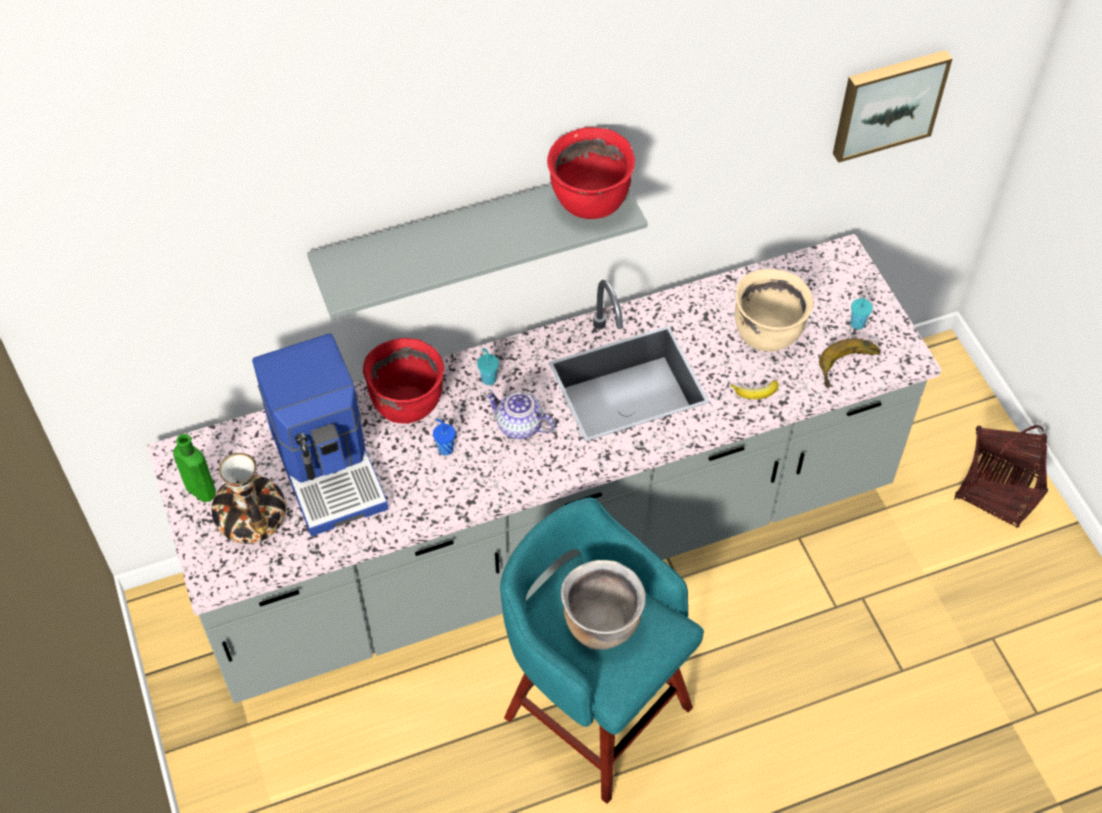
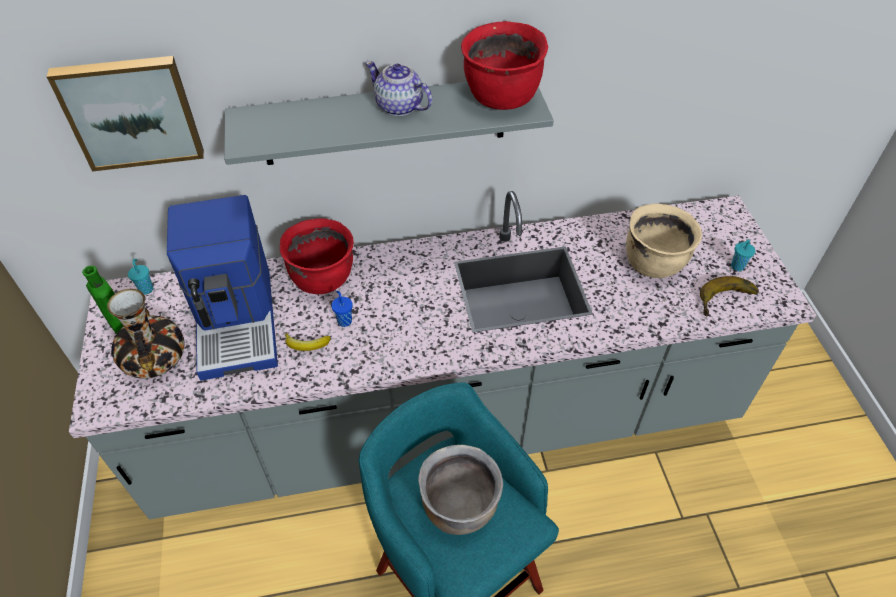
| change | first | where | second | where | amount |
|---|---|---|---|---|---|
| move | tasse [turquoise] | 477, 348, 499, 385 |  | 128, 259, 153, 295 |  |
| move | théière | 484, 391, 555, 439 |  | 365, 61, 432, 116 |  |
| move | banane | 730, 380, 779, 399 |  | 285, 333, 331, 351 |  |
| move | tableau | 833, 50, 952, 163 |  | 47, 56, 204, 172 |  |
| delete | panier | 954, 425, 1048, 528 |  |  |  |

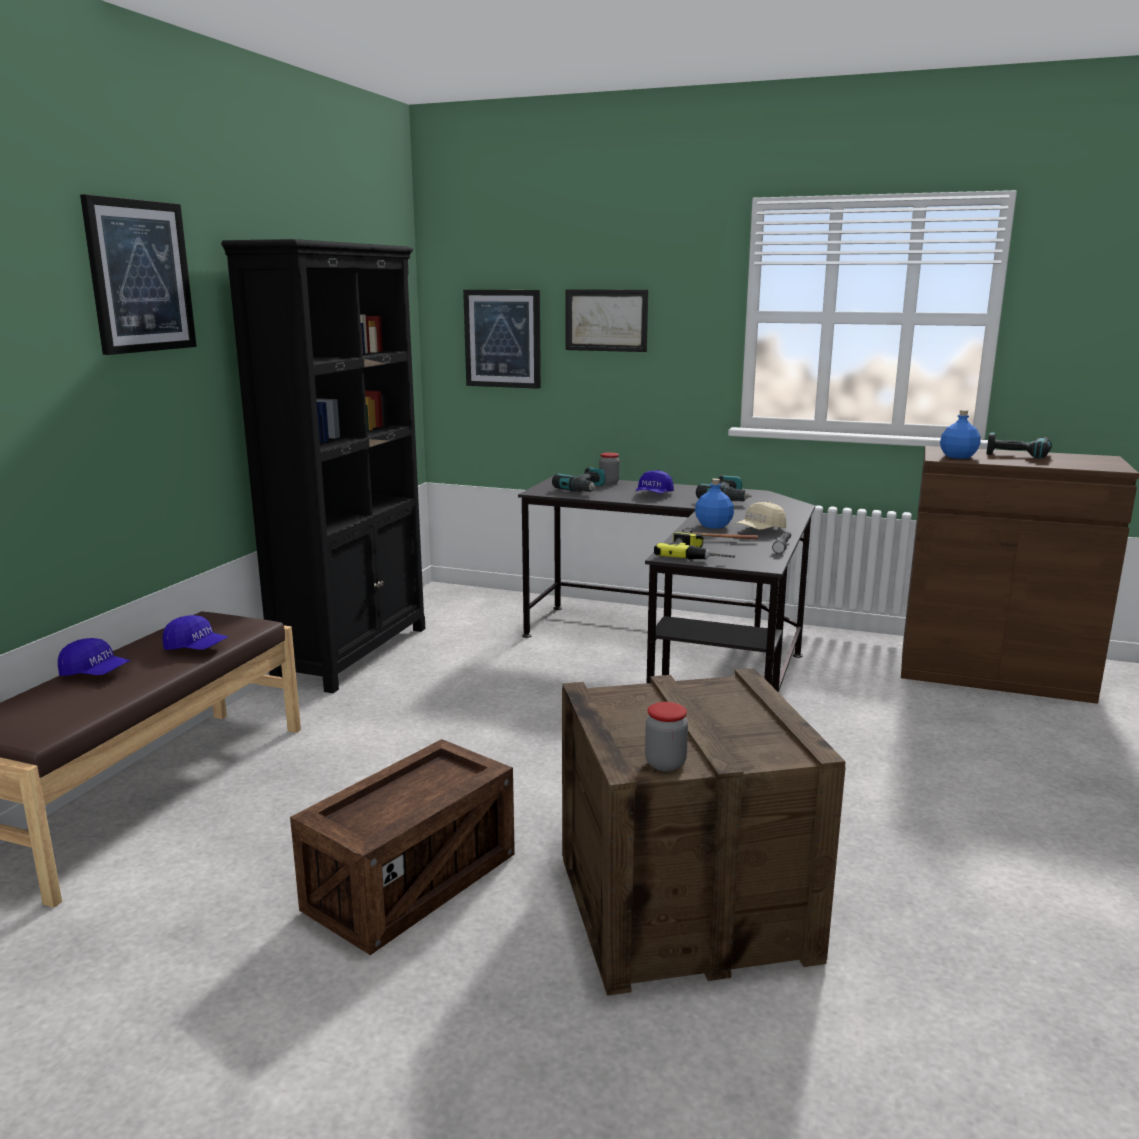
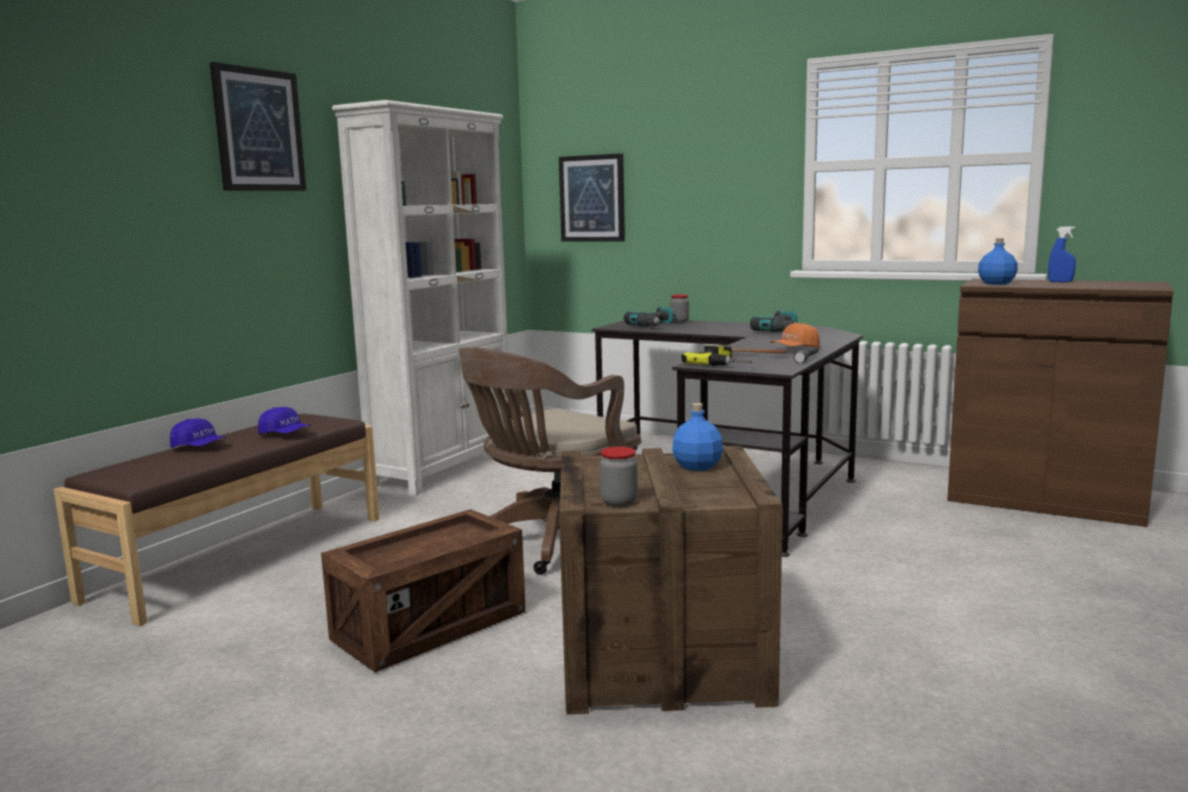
| change | first | where | second | where | amount |
|---|---|---|---|---|---|
| recolor | bibliothèque [noir] | 221, 239, 425, 693 | bibliothèque [blanc] | 332, 100, 508, 496 |  |
| delete | tableau | 566, 289, 648, 352 |  |  |  |
| delete | casquette [bleu] | 635, 470, 674, 493 |  |  |  |
| move | bouteille [bleu] | 695, 478, 734, 529 |  | 672, 403, 723, 471 |  |
| recolor | casquette [beige] | 735, 502, 786, 530 | casquette [orange] | 770, 323, 820, 348 |  |
| replace | perceuse | 986, 432, 1052, 459 | vaporisateur [bleu] | 1048, 226, 1076, 282 |  |
| insert |  |  | chaise de bureau [marron] | 459, 347, 641, 575 |  |

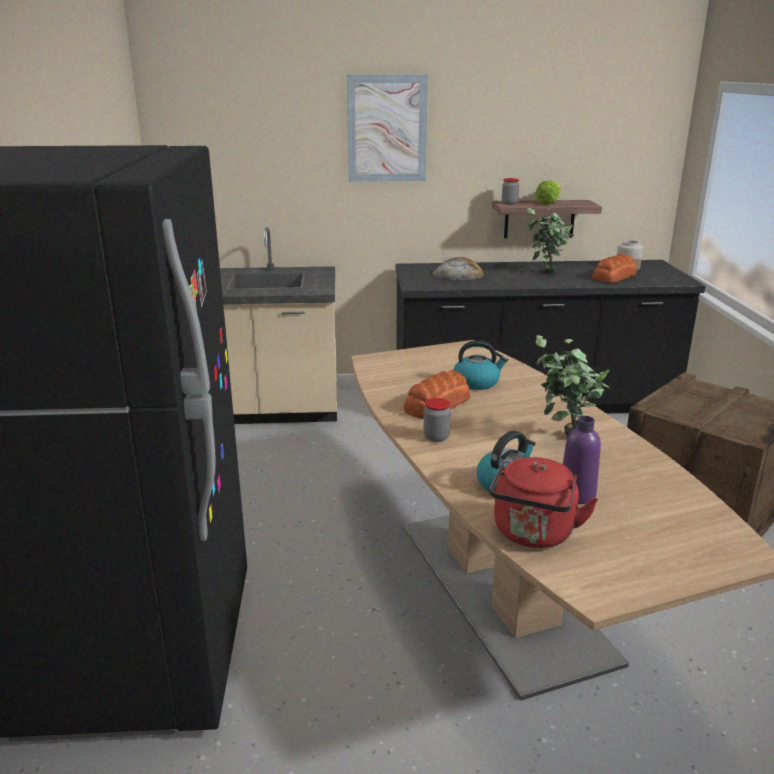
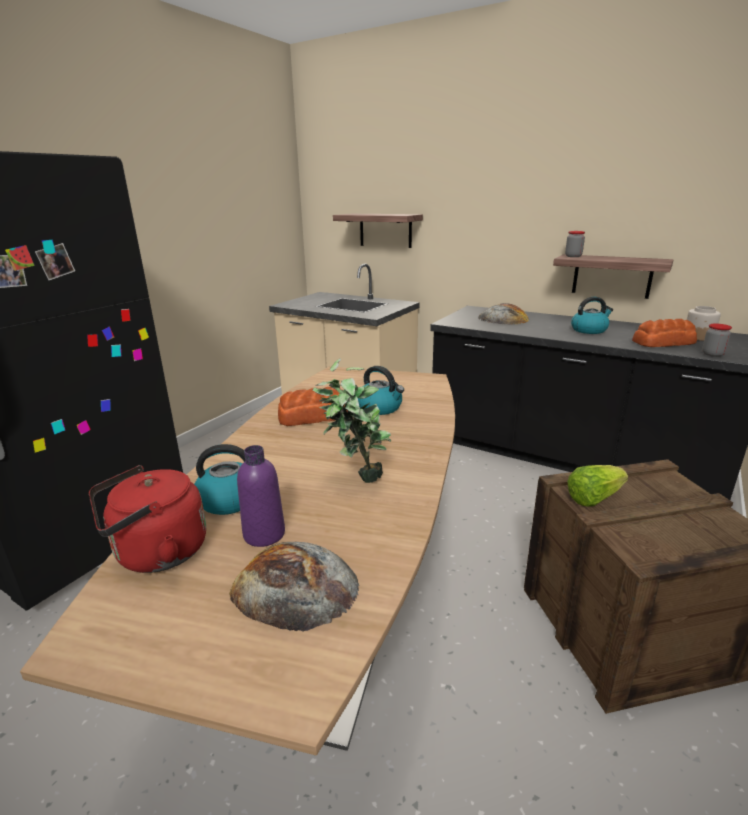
| change | first | where | second | where | amount |
|---|---|---|---|---|---|
| delete | tableau | 347, 75, 428, 182 |  |  |  |
| move | bocal | 423, 398, 451, 442 |  | 702, 324, 732, 357 |  |
| replace | plante en pot | 527, 208, 574, 274 | bouilloire | 571, 297, 613, 334 |  |
| move | laitue | 535, 181, 561, 205 |  | 567, 465, 628, 507 |  |
| insert |  |  | pain | 229, 542, 359, 632 |  |
| insert |  |  | étagère | 333, 214, 423, 248 |  |

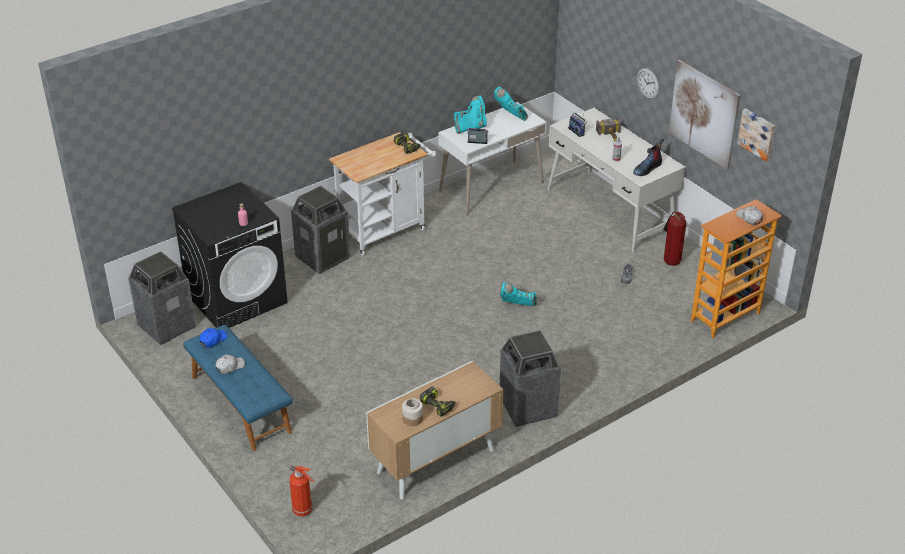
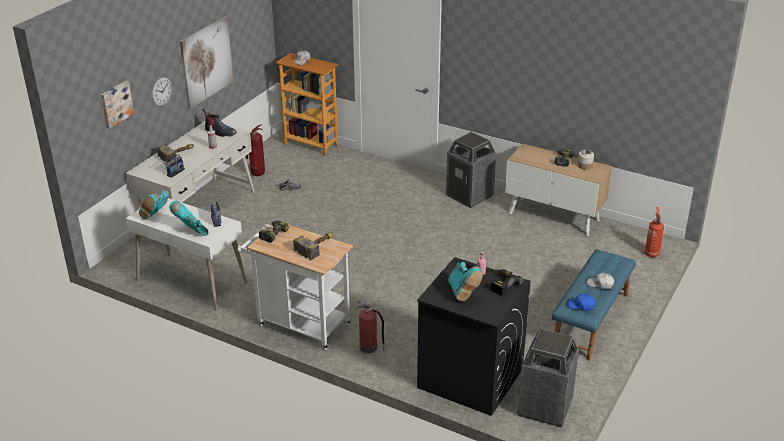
| change | first | where | second | where | amount |
|---|---|---|---|---|---|
| replace | poubelle | 291, 186, 350, 274 | extincteur | 357, 299, 386, 353 |  |
| move | botte [turquoise] | 500, 282, 537, 306 |  | 448, 262, 483, 302 |  |
| move | tableau | 737, 108, 775, 161 |  | 101, 81, 134, 128 |  |
| insert |  |  | marteau | 293, 232, 333, 260 |  |
| insert |  |  | perceuse | 490, 269, 524, 296 |  |

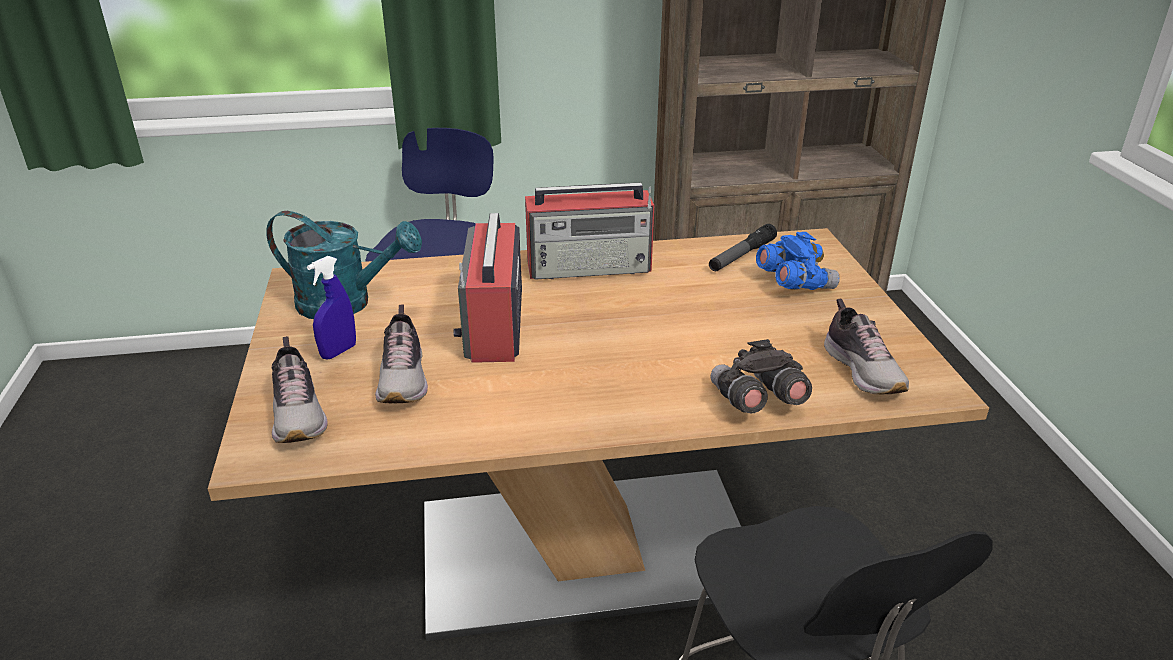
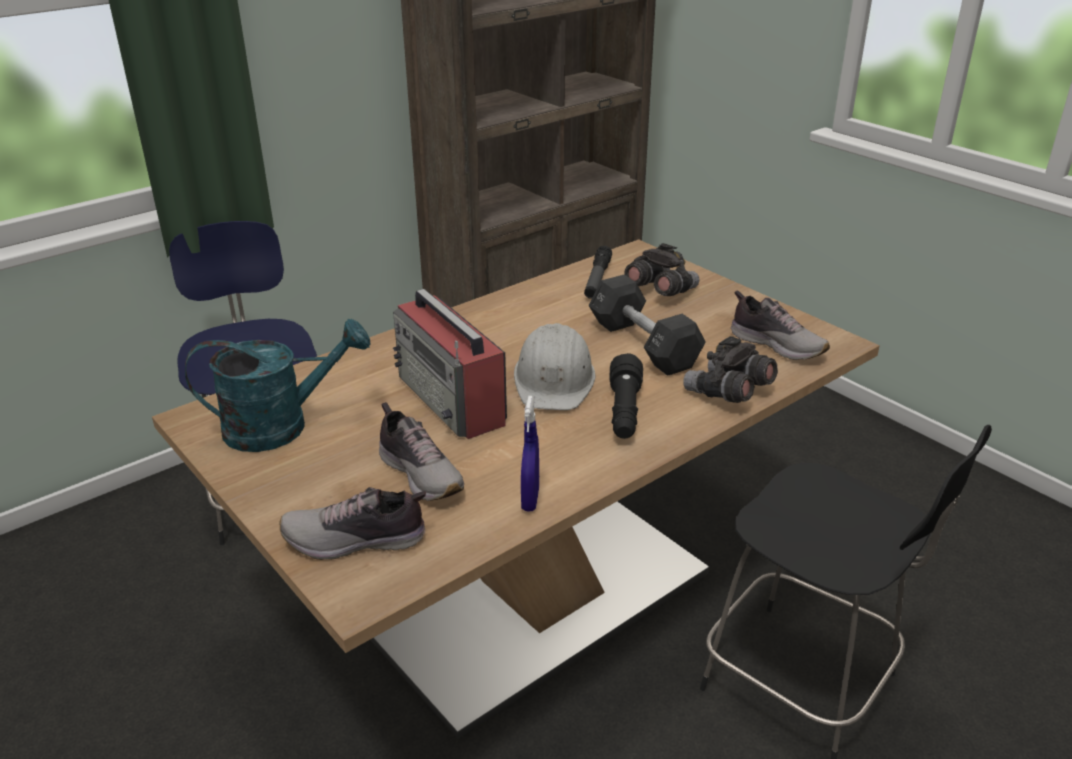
| change | first | where | second | where | amount |
|---|---|---|---|---|---|
| rotate | chaussure | 272, 336, 328, 443 |  | 280, 487, 426, 560 | 135 degrees clockwise |
| move | vaporisateur [bleu] | 307, 256, 356, 360 |  | 521, 396, 539, 512 |  |
| delete | radio | 525, 183, 654, 280 |  |  |  |
| recolor | jumelles [bleu] | 756, 232, 840, 290 | jumelles [gris] | 624, 243, 700, 296 |  |
| insert |  |  | casque de chantier [blanc] | 514, 323, 595, 410 |  |
| insert |  |  | haltère [noir] | 588, 274, 706, 376 |  |
| insert |  |  | lampe de poche [noir] | 609, 353, 643, 439 |  |

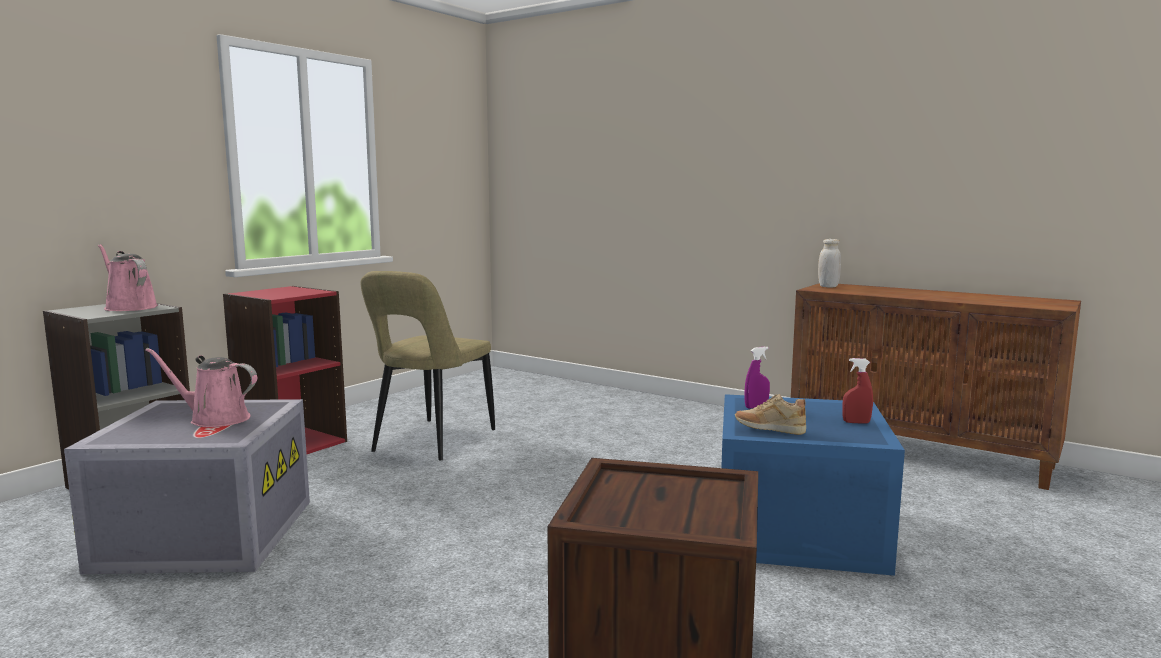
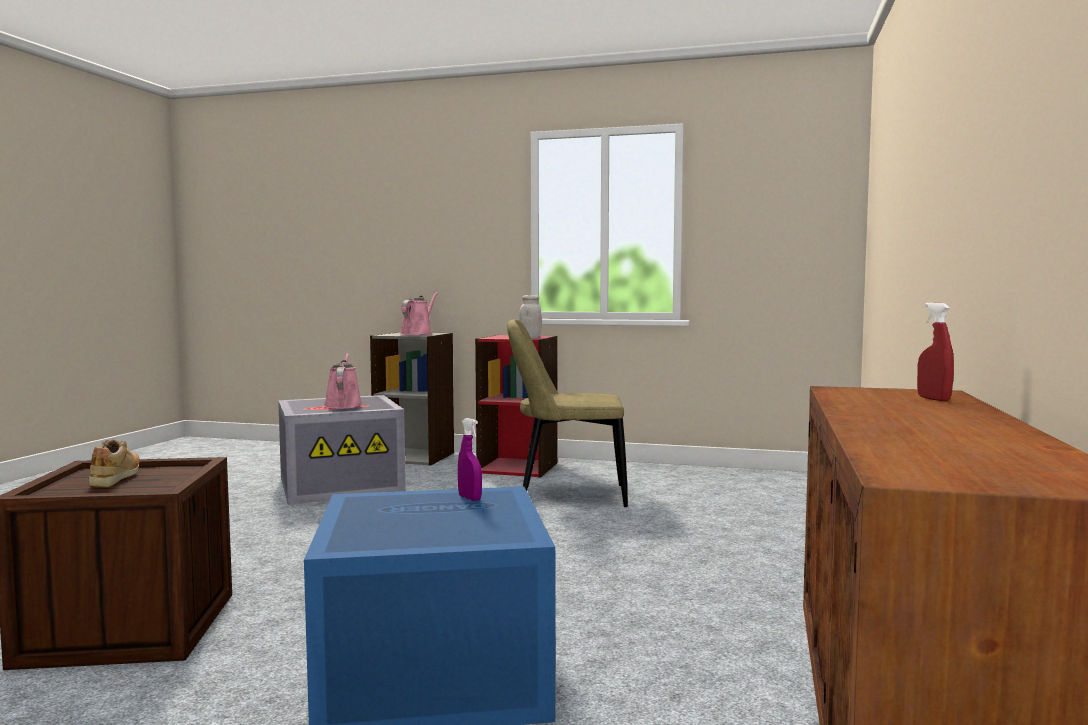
| change | first | where | second | where | amount |
|---|---|---|---|---|---|
| move | chaussure [beige] | 735, 394, 806, 435 |  | 88, 439, 140, 488 |  |
| move | bocal [blanc] | 818, 239, 841, 287 |  | 519, 295, 542, 338 |  |
| move | vaporisateur [rouge] | 843, 358, 873, 424 |  | 917, 302, 954, 401 |  |

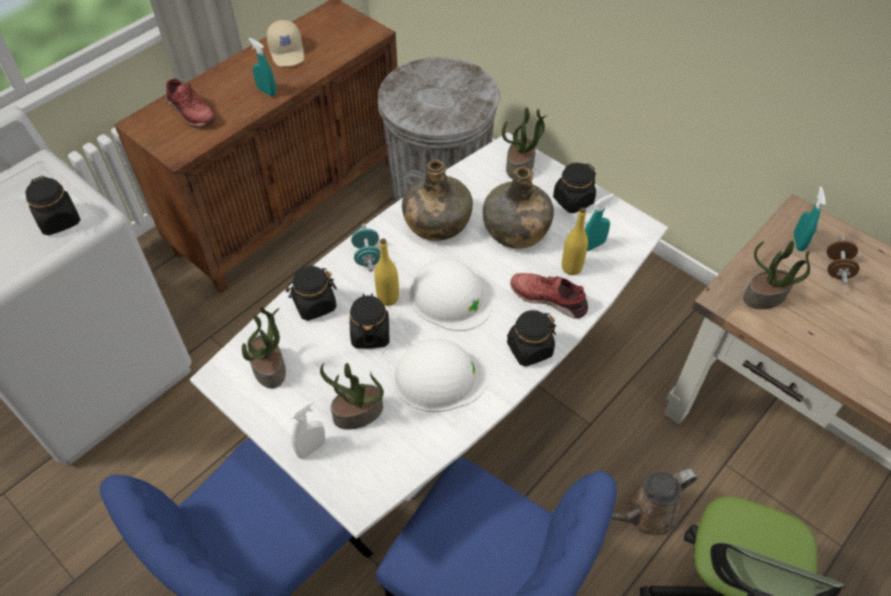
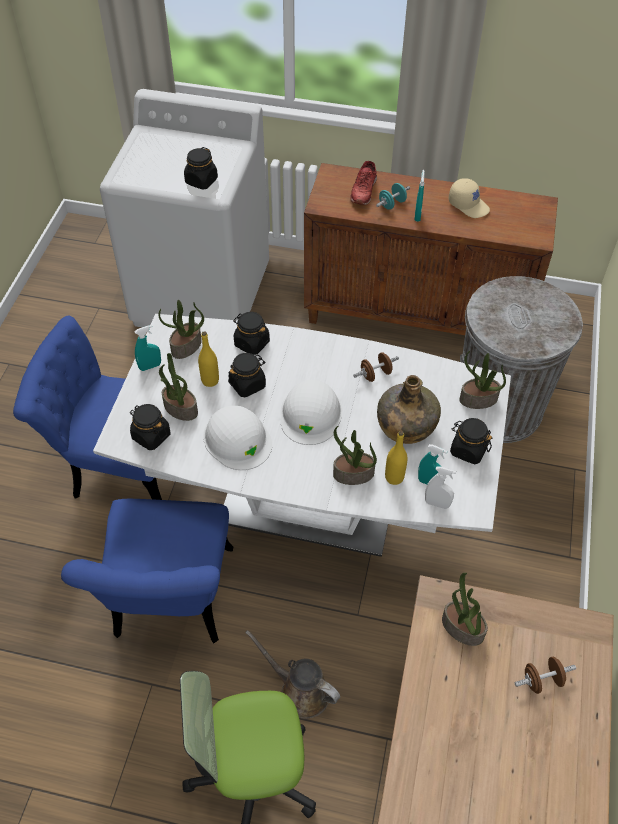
| change | first | where | second | where | amount |
|---|---|---|---|---|---|
| rotate | casquette [beige] | 267, 20, 305, 66 |  | 448, 178, 490, 218 | 90 degrees counterclockwise |
| move | vaporisateur [blanc] | 290, 400, 325, 459 |  | 425, 466, 456, 509 |  |
| move | haltère [turquoise] | 351, 224, 380, 272 |  | 376, 183, 410, 210 |  |
| move | bouteille [jaune] | 374, 239, 399, 306 |  | 198, 331, 219, 387 |  |
| replace | bouteille [vert] | 402, 160, 473, 241 | haltère [marron] | 353, 352, 399, 382 |  |
| move | bocal [noir] | 507, 310, 556, 367 |  | 130, 404, 170, 450 |  |
| replace | chaussure [rouge] | 510, 273, 588, 319 | plante en pot | 333, 426, 377, 485 |  |
| move | vaporisateur [turquoise] | 794, 187, 826, 251 |  | 134, 325, 161, 371 |  |

